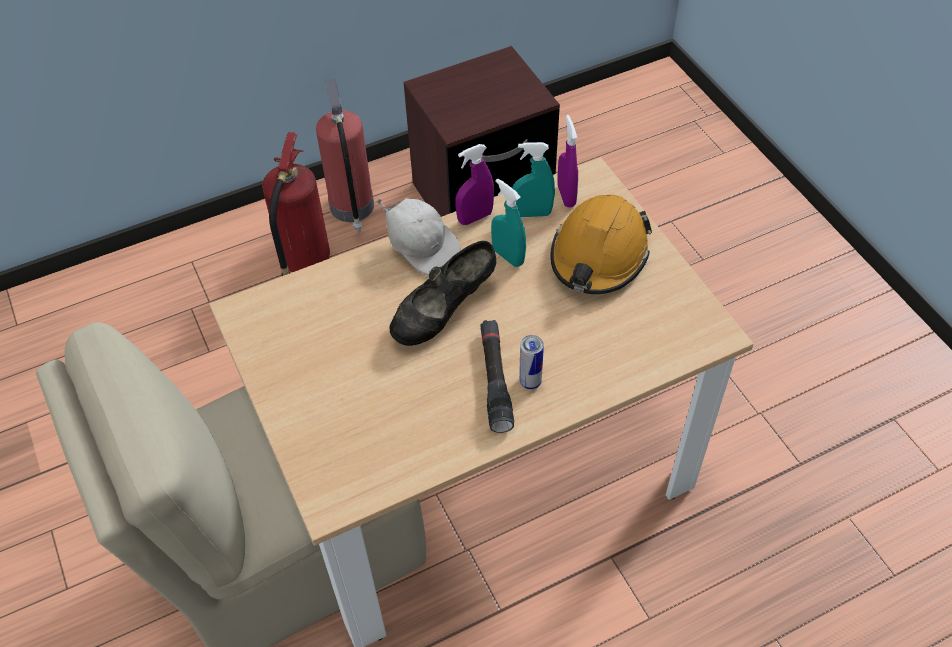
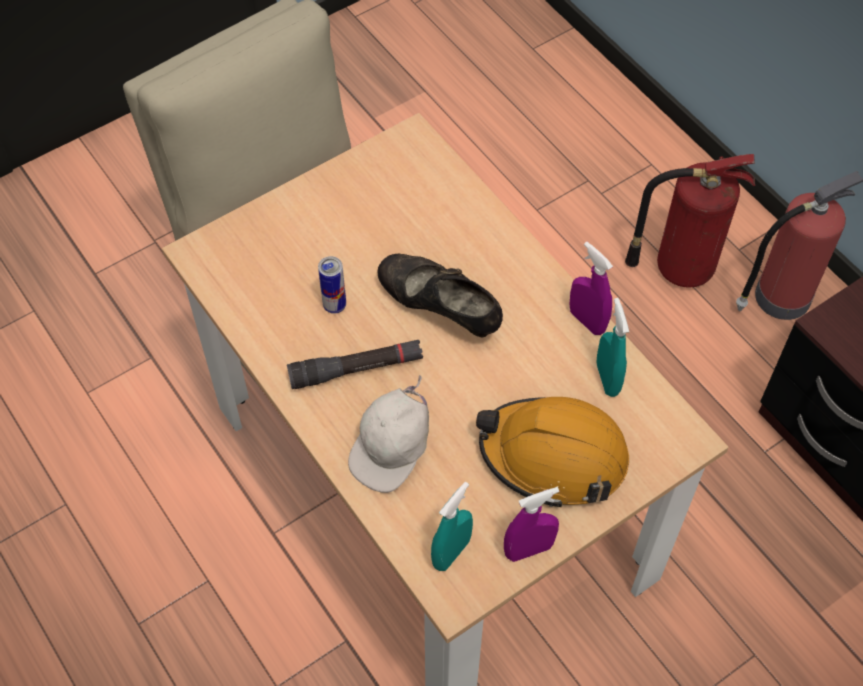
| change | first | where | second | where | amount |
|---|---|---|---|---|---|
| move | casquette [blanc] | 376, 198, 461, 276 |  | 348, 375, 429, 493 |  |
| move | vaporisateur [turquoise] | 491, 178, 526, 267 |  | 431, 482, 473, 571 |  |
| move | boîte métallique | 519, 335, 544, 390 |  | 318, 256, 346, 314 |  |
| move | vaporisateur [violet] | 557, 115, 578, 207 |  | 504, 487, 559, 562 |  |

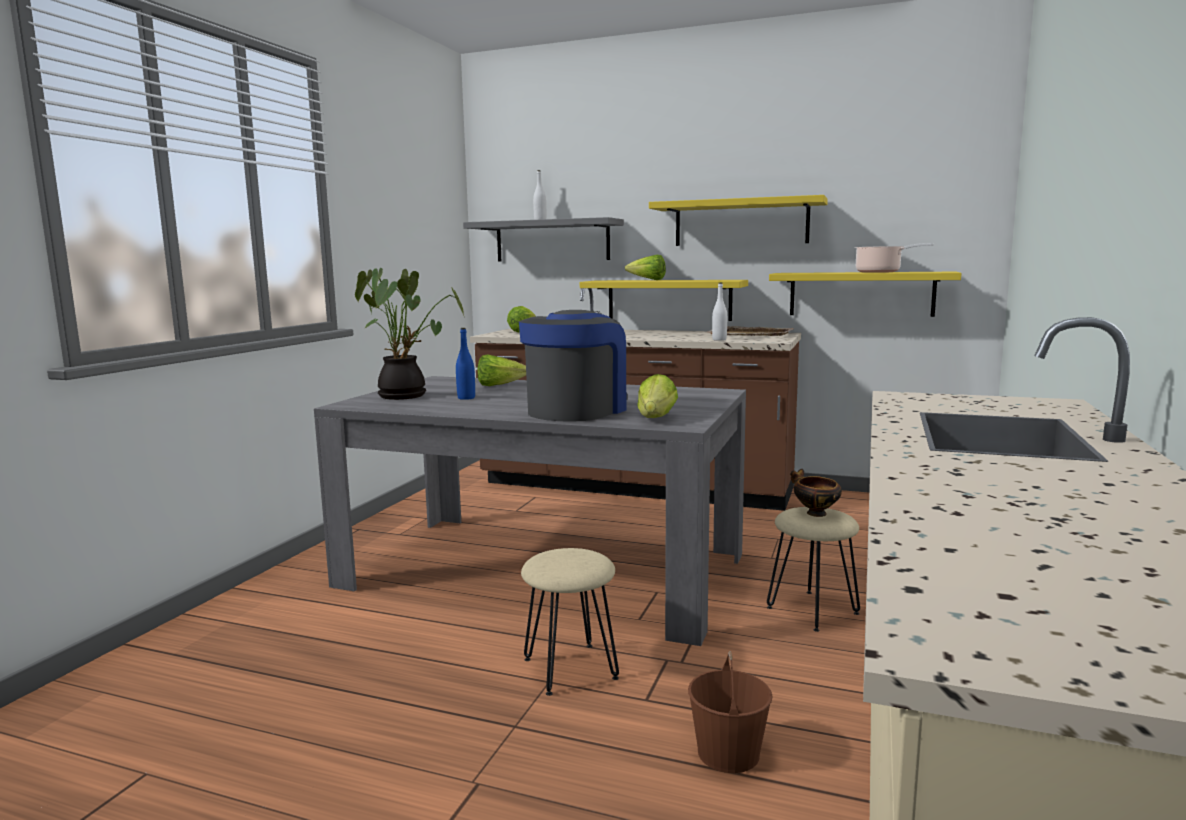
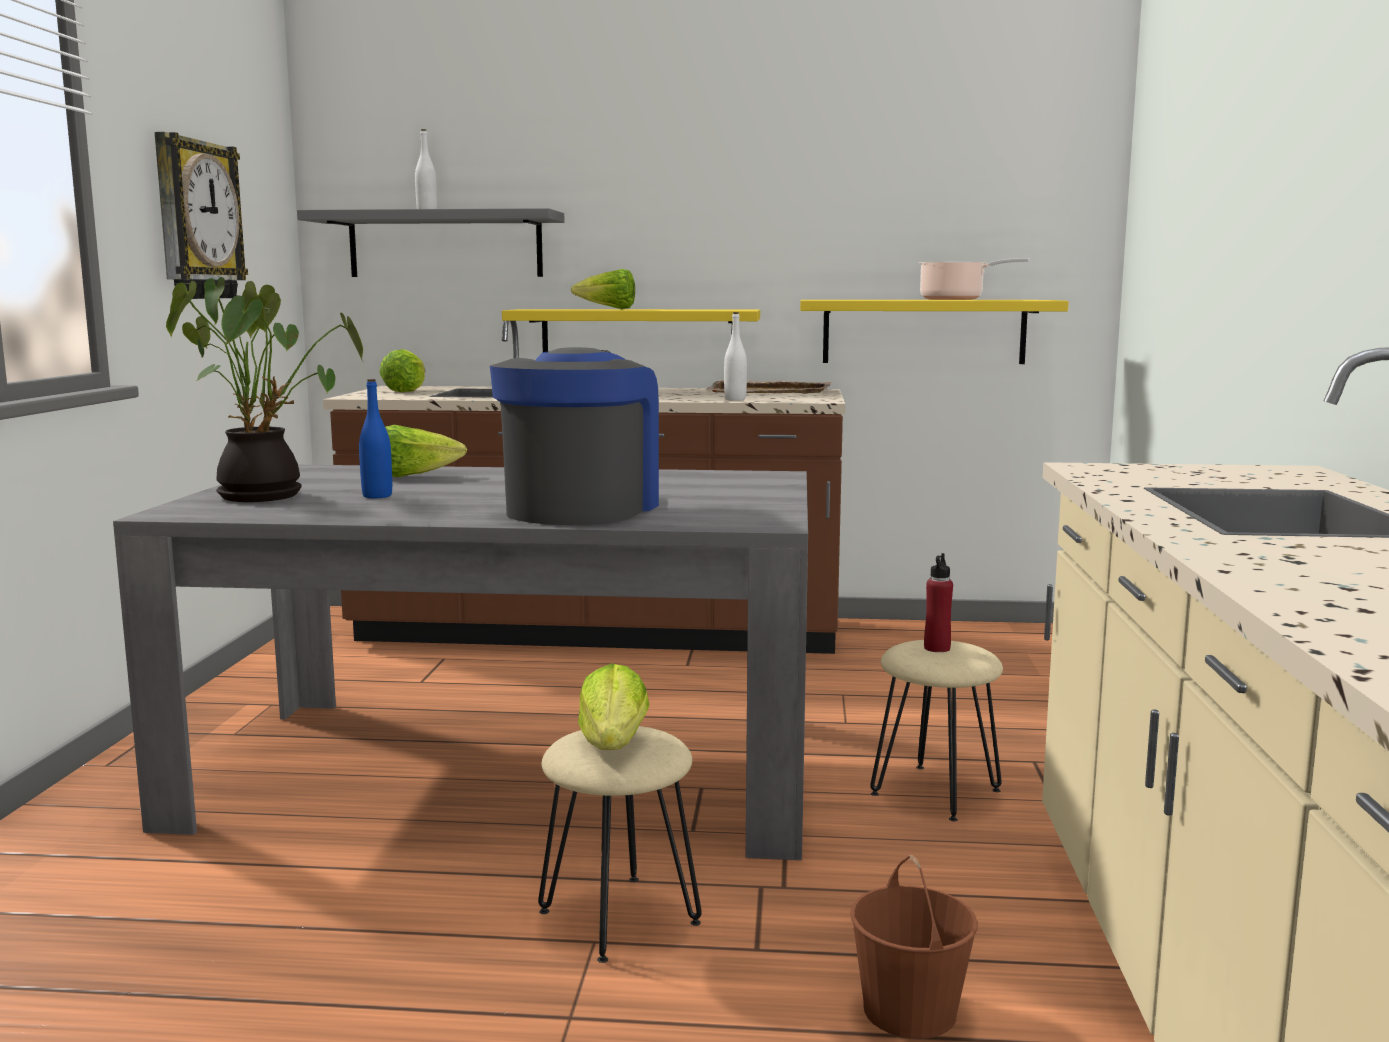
| change | first | where | second | where | amount |
|---|---|---|---|---|---|
| move | laitue | 637, 374, 678, 418 |  | 578, 664, 649, 750 |  |
| delete | étagère [jaune] | 649, 195, 828, 246 |  |  |  |
| replace | bol | 790, 469, 842, 517 | bouteille [rouge] | 924, 553, 953, 652 |  |
| insert |  |  | horloge murale | 155, 132, 248, 299 |  |

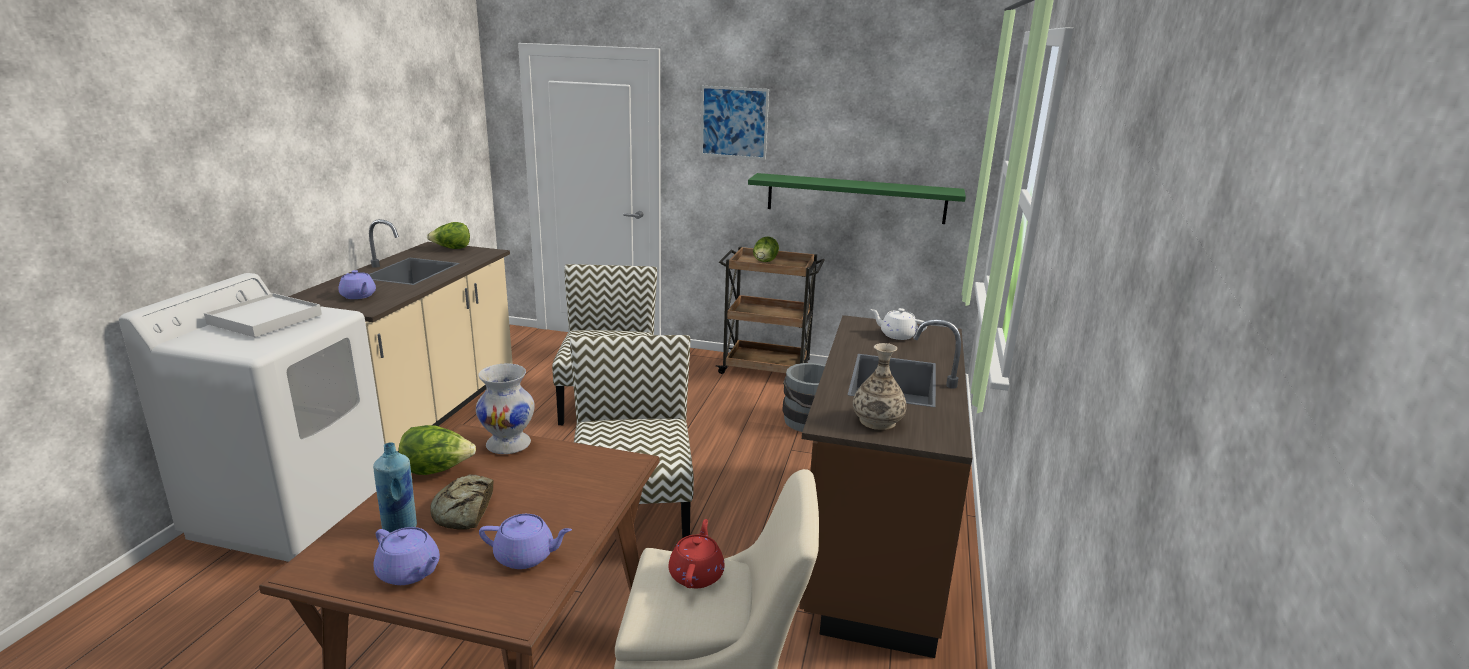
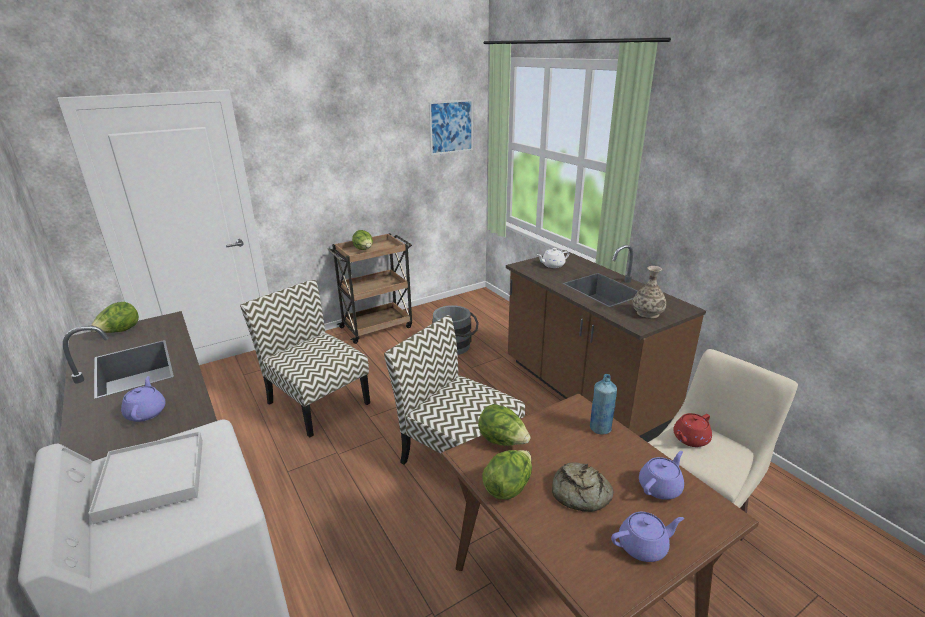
| change | first | where | second | where | amount |
|---|---|---|---|---|---|
| rotate | théière [violet] | 338, 270, 376, 299 |  | 121, 376, 166, 422 | 105 degrees counterclockwise |
| move | bouteille [bleu] | 373, 442, 417, 533 |  | 590, 374, 617, 435 |  |
| replace | vase [blanc] | 476, 363, 535, 454 | laitue | 478, 404, 531, 446 |  |
| rotate | théière [rouge] | 669, 519, 725, 588 |  | 673, 413, 712, 447 | 90 degrees counterclockwise |
| move | tableau | 701, 86, 769, 160 |  | 429, 99, 473, 155 |  |
| delete | étagère [vert] | 748, 173, 966, 224 |  |  |  |

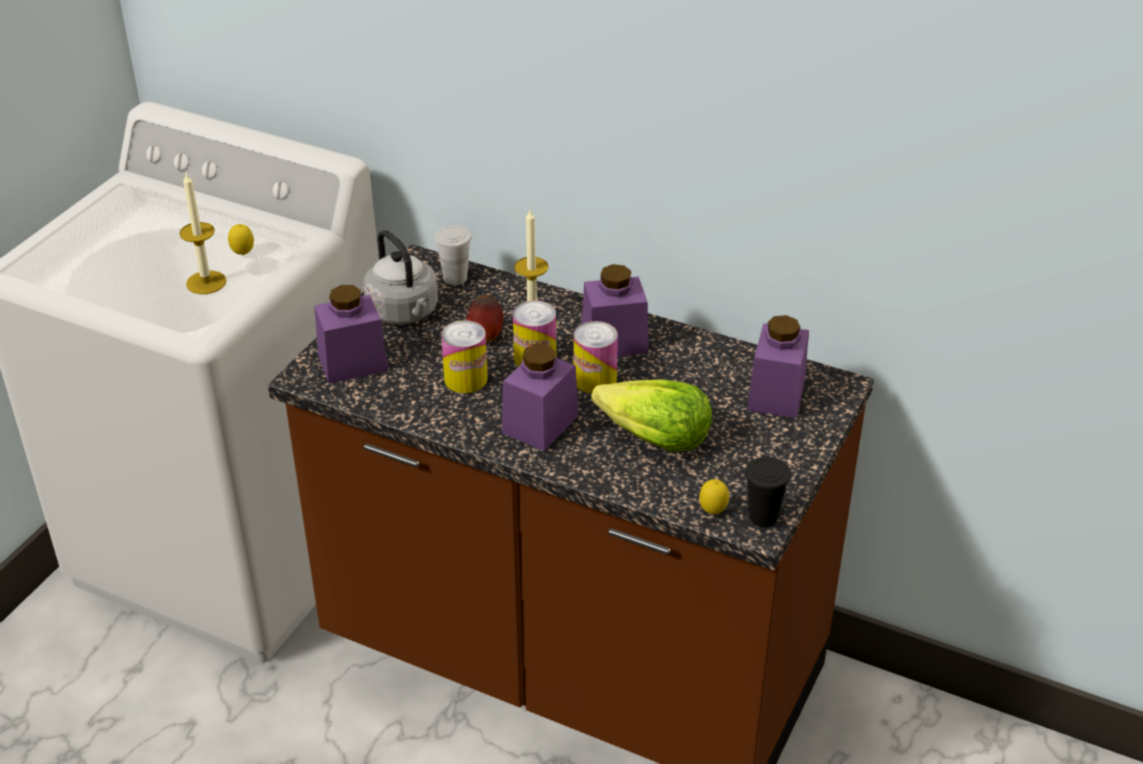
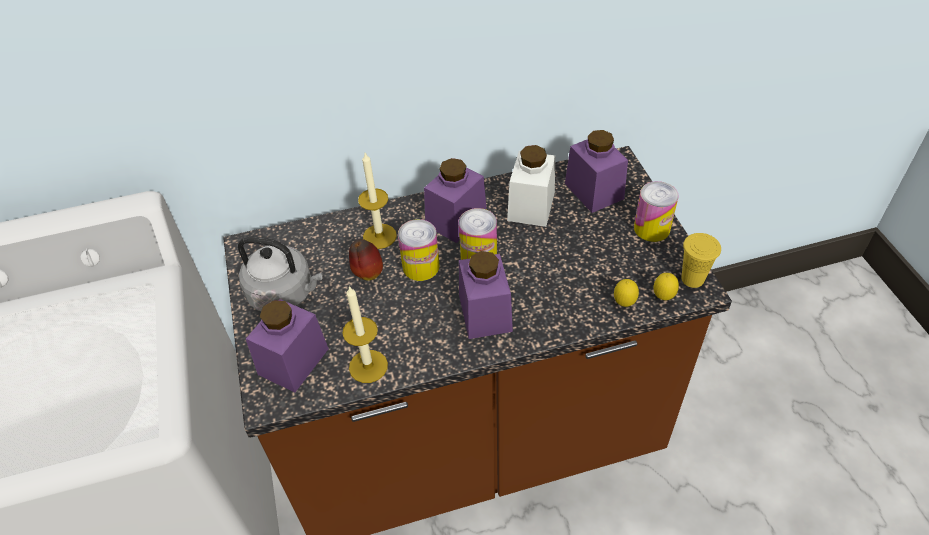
| change | first | where | second | where | amount |
|---|---|---|---|---|---|
| move | bougie | 179, 172, 226, 294 |  | 342, 286, 388, 383 |  |
| move | citron | 228, 224, 254, 255 |  | 614, 279, 639, 307 |  |
| delete | tasse [blanc] | 434, 225, 472, 285 |  |  |  |
| move | boîte métallique | 441, 320, 488, 393 |  | 634, 181, 679, 242 |  |
| delete | laitue | 591, 380, 712, 452 |  |  |  |
| recolor | tasse [noir] | 745, 457, 791, 527 | tasse [jaune] | 681, 233, 721, 288 |  |
| insert |  |  | bocal [blanc] | 507, 145, 555, 227 |  |

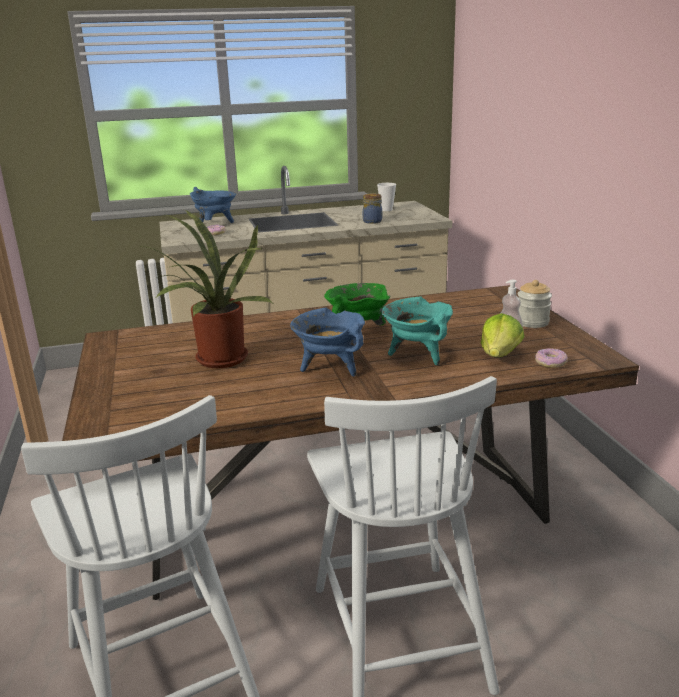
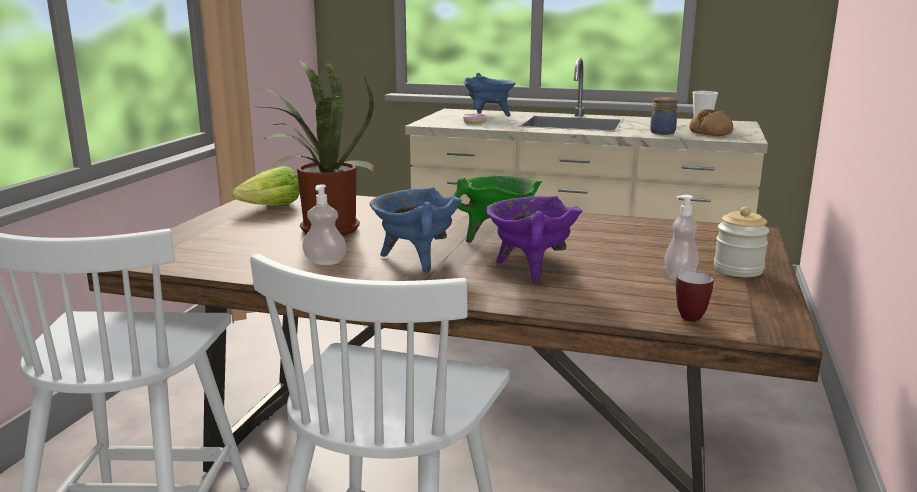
| change | first | where | second | where | amount |
|---|---|---|---|---|---|
| recolor | marmite [turquoise] | 381, 296, 453, 365 | marmite [violet] | 486, 196, 583, 285 |  |
| move | laitue | 481, 313, 524, 357 |  | 232, 166, 300, 205 |  |
| replace | beignet | 535, 348, 568, 368 | mug | 676, 272, 714, 322 |  |
| insert |  |  | distributeur de savon | 302, 184, 347, 265 |  |
| insert |  |  | pain | 689, 109, 733, 136 |  |

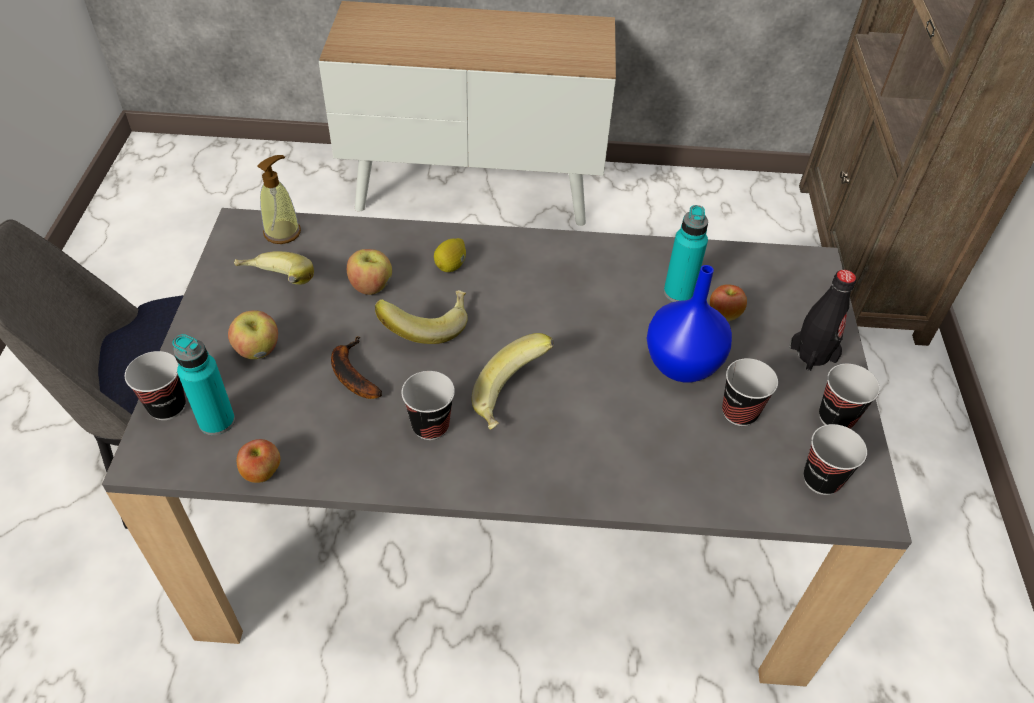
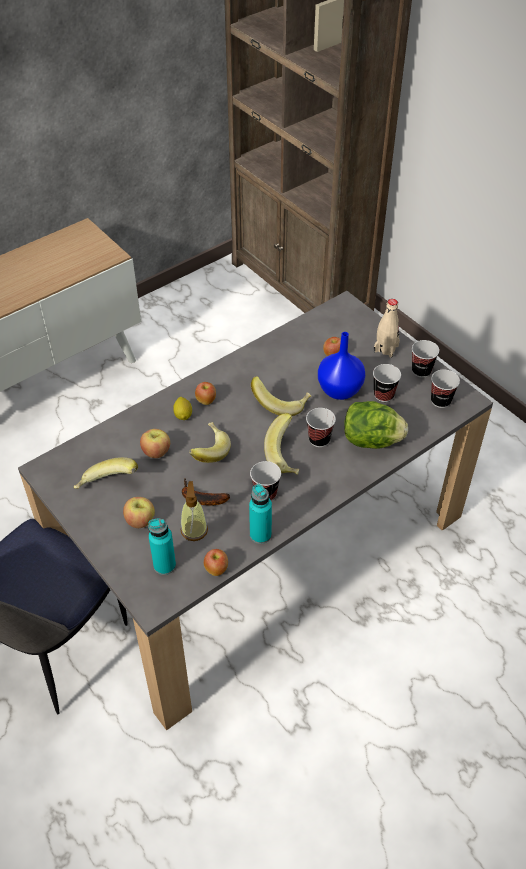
| change | first | where | second | where | amount |
|---|---|---|---|---|---|
| move | tasse | 125, 351, 186, 420 |  | 306, 408, 336, 447 |  |
| move | distributeur de savon | 257, 155, 301, 244 |  | 181, 481, 208, 541 |  |
| move | bouteille [turquoise] | 664, 205, 708, 302 |  | 249, 484, 272, 544 |  |
| recolor | bouteille [noir] | 789, 270, 856, 371 | bouteille [beige] | 373, 299, 400, 358 |  |
| insert |  |  | pomme | 195, 382, 216, 405 |  |
| insert |  |  | banane | 251, 376, 311, 416 |  |
| insert |  |  | laitue | 344, 401, 408, 449 |  |

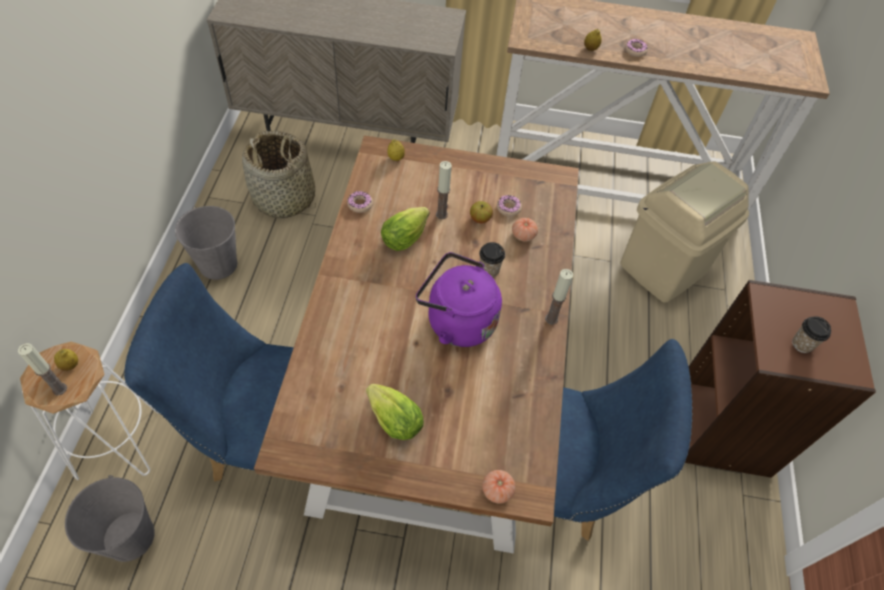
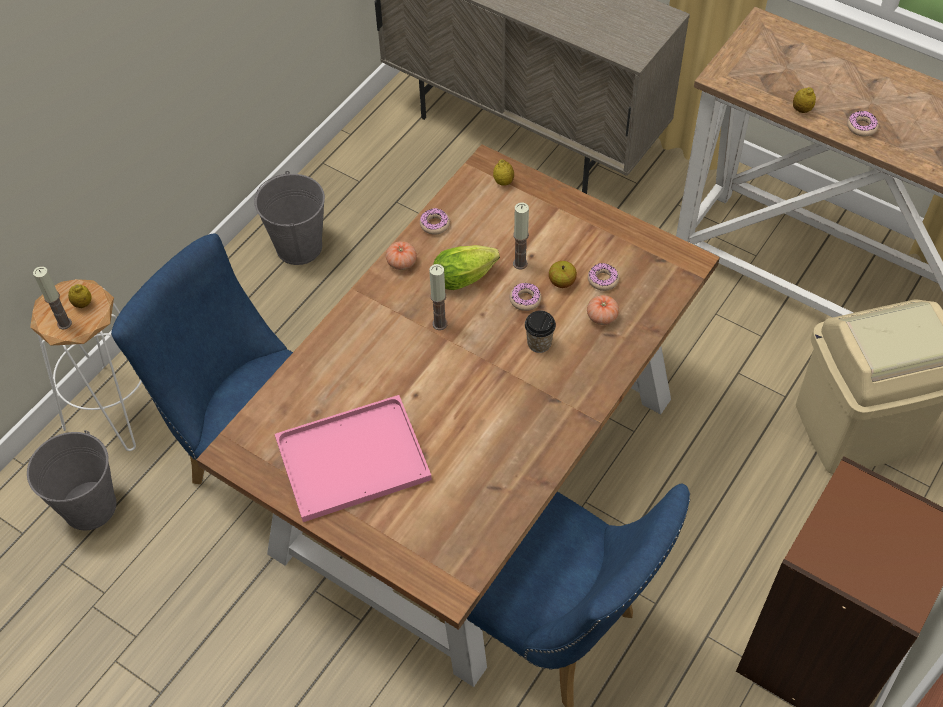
| change | first | where | second | where | amount |
|---|---|---|---|---|---|
| delete | panier | 242, 131, 316, 218 |  |  |  |
| replace | laitue | 366, 384, 424, 440 | plateau [rose] | 275, 395, 432, 522 |  |
| delete | bouilloire [violet] | 416, 252, 502, 347 |  |  |  |
| move | tomate | 482, 470, 515, 503 |  | 386, 241, 417, 270 |  |
| move | bougie | 545, 269, 573, 325 |  | 429, 264, 448, 330 |  |
| delete | tasse | 792, 316, 831, 353 |  |  |  |
| insert |  |  | beignet | 510, 283, 541, 311 |  |

